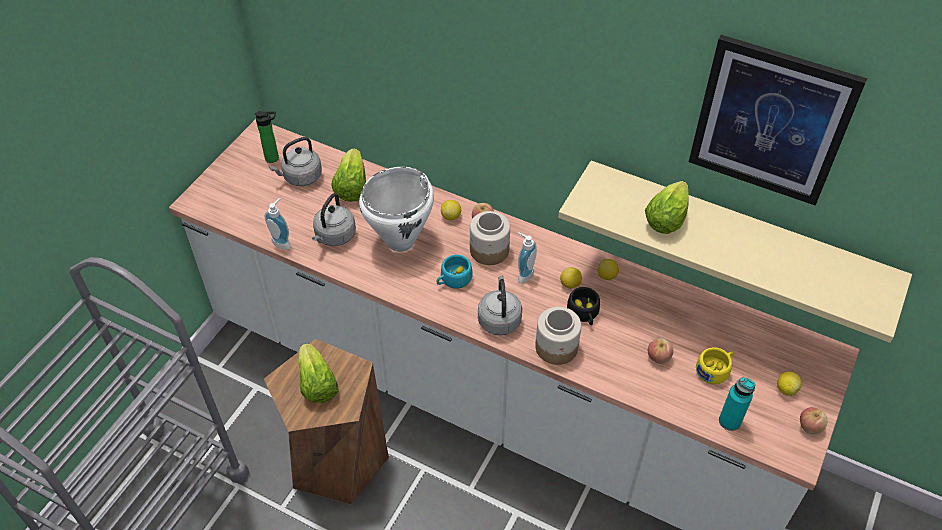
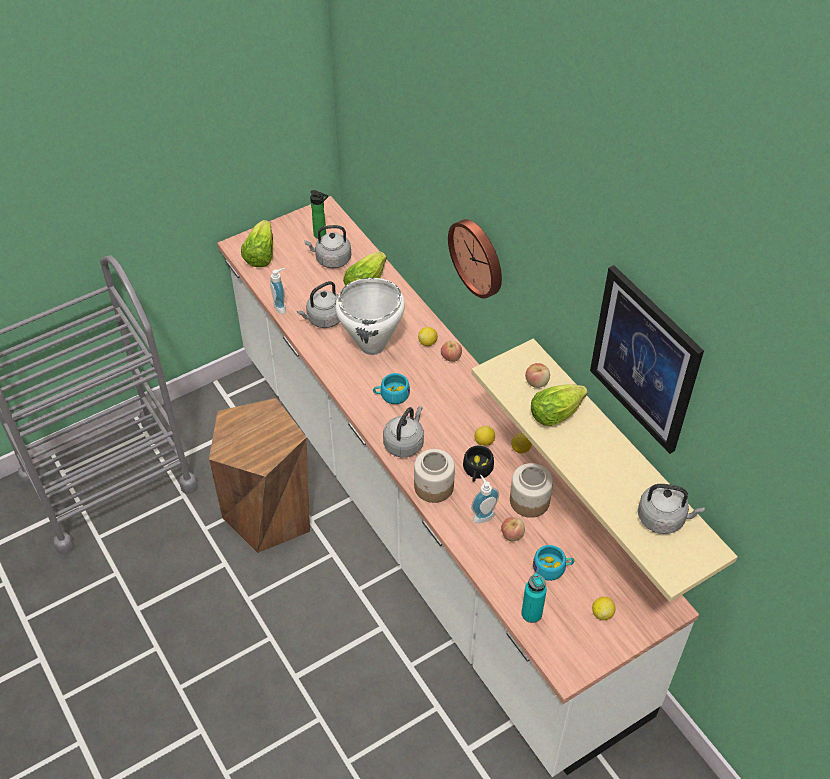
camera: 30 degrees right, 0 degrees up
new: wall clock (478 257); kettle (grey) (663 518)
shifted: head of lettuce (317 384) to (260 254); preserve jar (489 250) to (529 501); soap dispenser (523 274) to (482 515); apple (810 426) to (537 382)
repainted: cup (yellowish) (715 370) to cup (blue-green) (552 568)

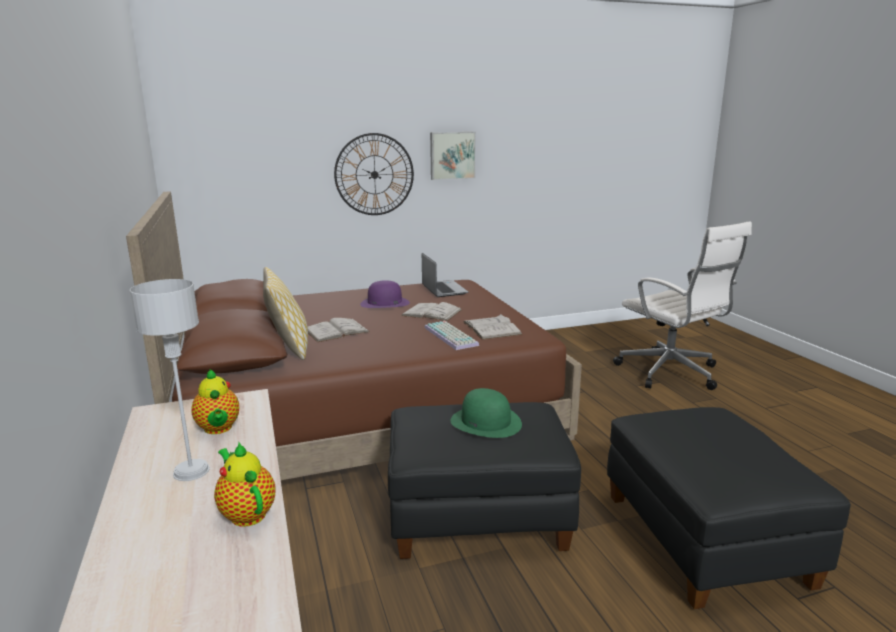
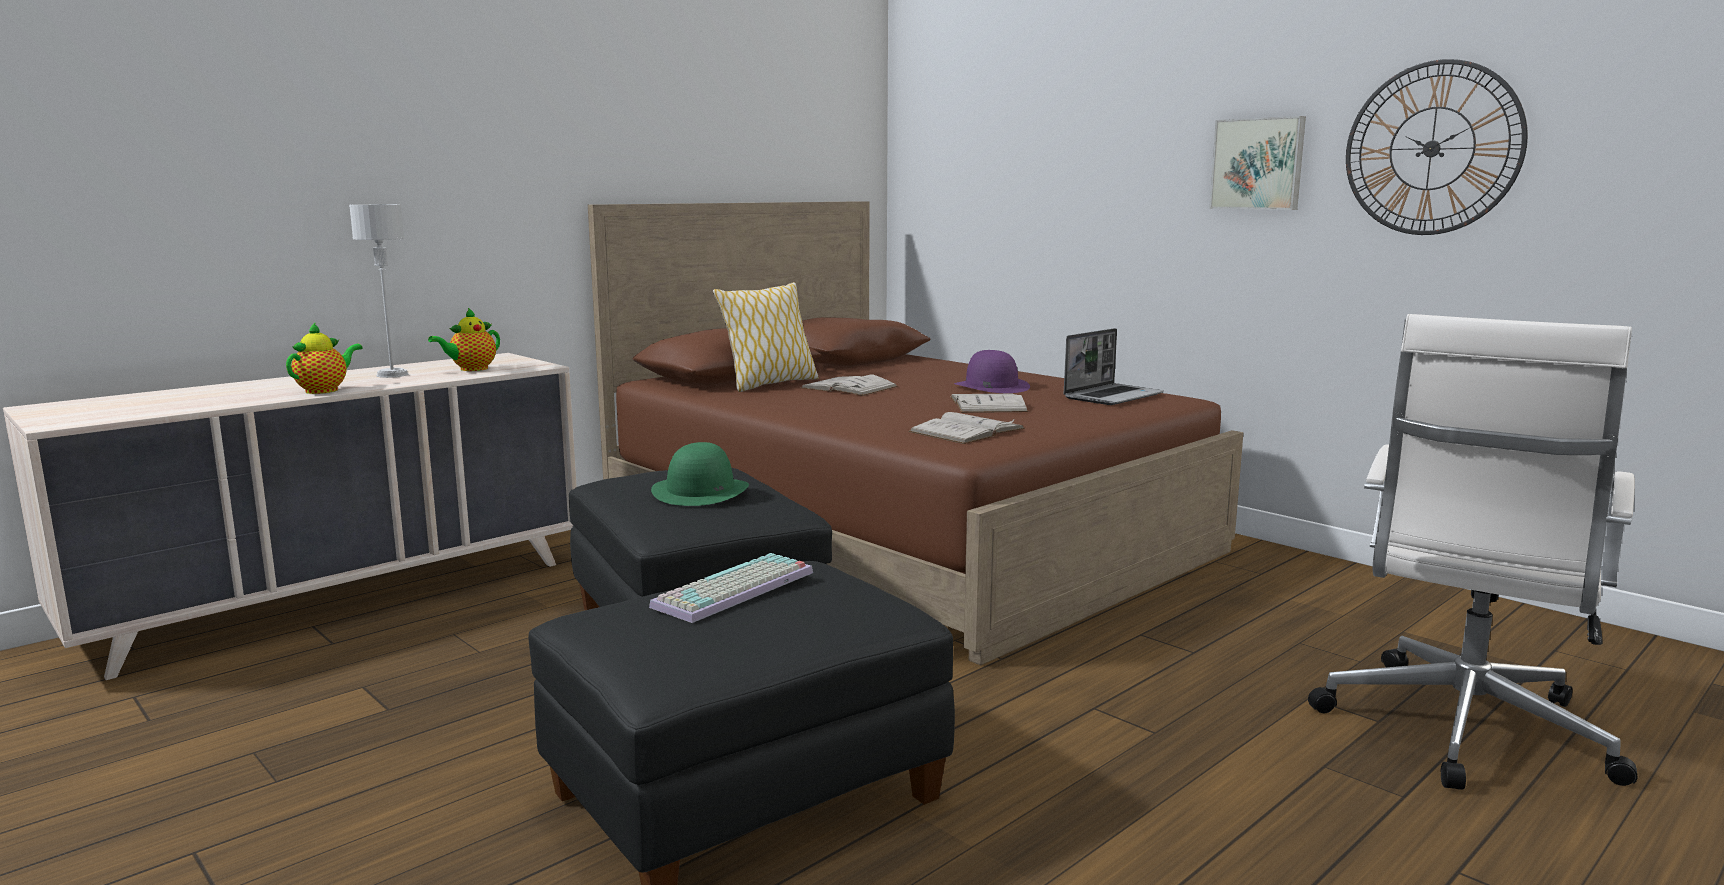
camera: 65 degrees right, 5 degrees down
shifted: wall clock (374 174) to (1431 148); computer keyboard (452 336) to (735 591)

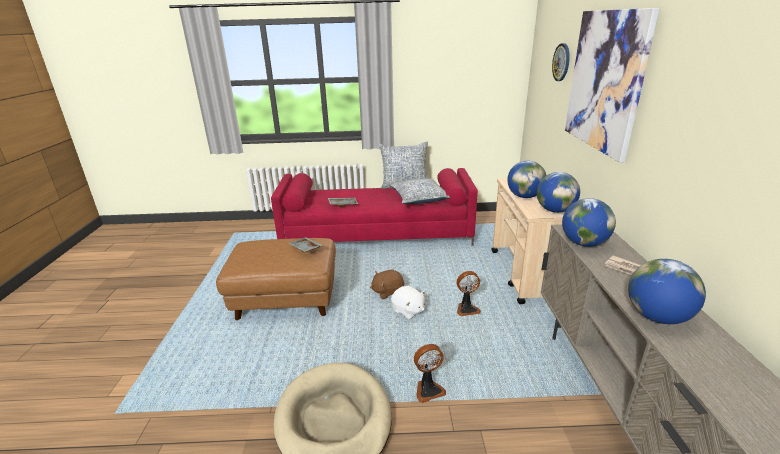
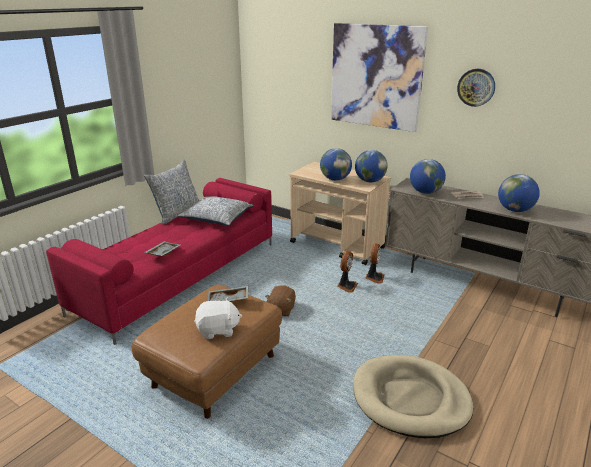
camera: 55 degrees left, 0 degrees up
shifted: cuddly toy (whitish) (408 311) to (218 330); fan (428 389) to (374 278); wall clock (561 62) to (476 87)

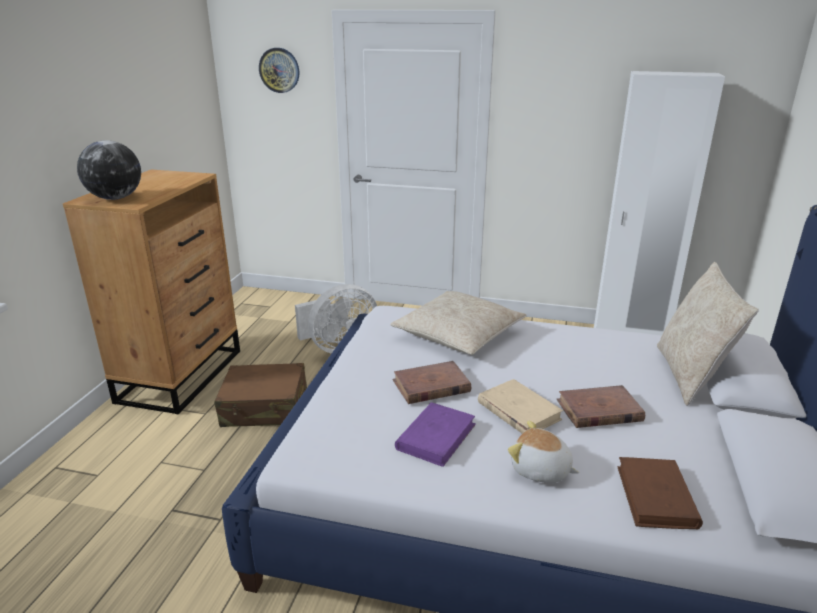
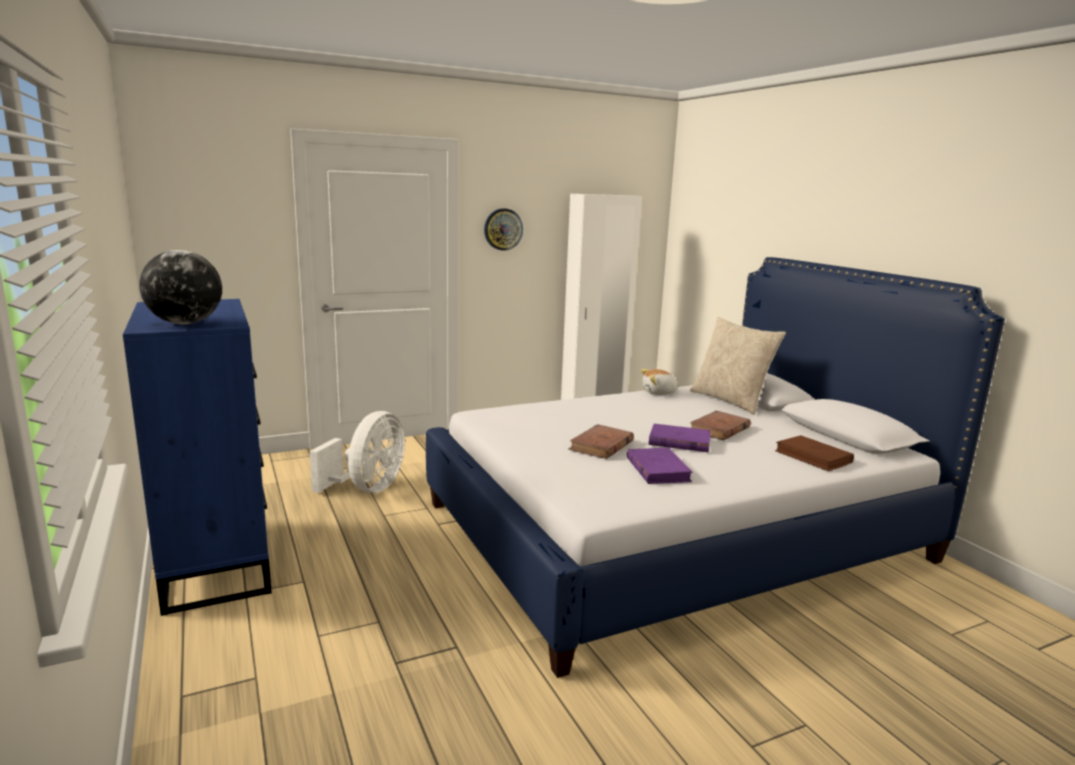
camera: 40 degrees left, 10 degrees down
gone: suitcase (brown) (265 408); pillow (beige) (458 334)
shifted: wall clock (279 70) to (503 229); cuddly toy (540 470) to (659 393)
repainted: chest of drawers (brown) (181 375) to chest of drawers (bluish) (216 561); bound book (beige) (518 411) to bound book (purple-coloured) (679 442)

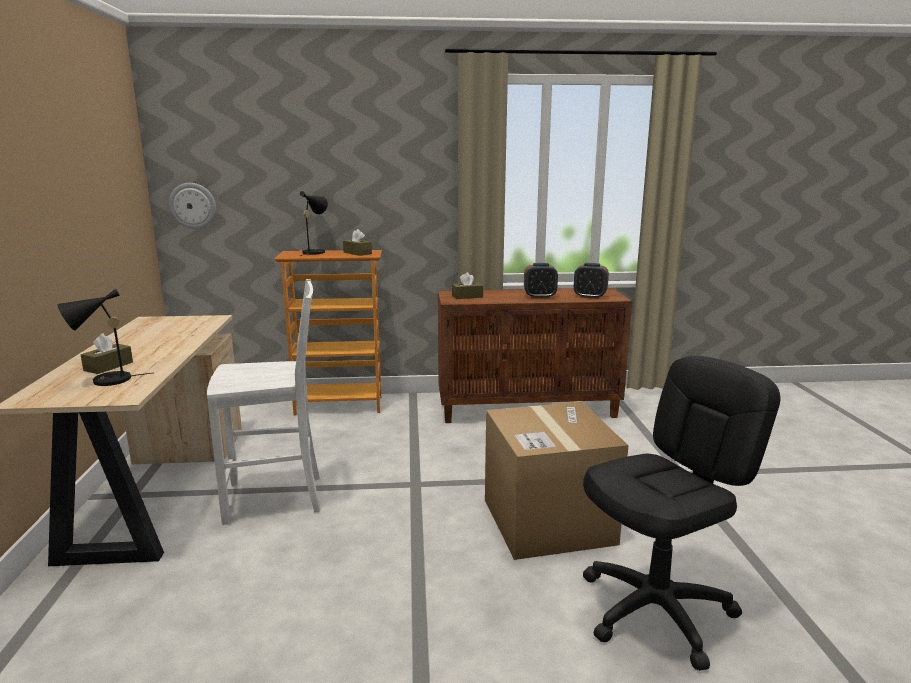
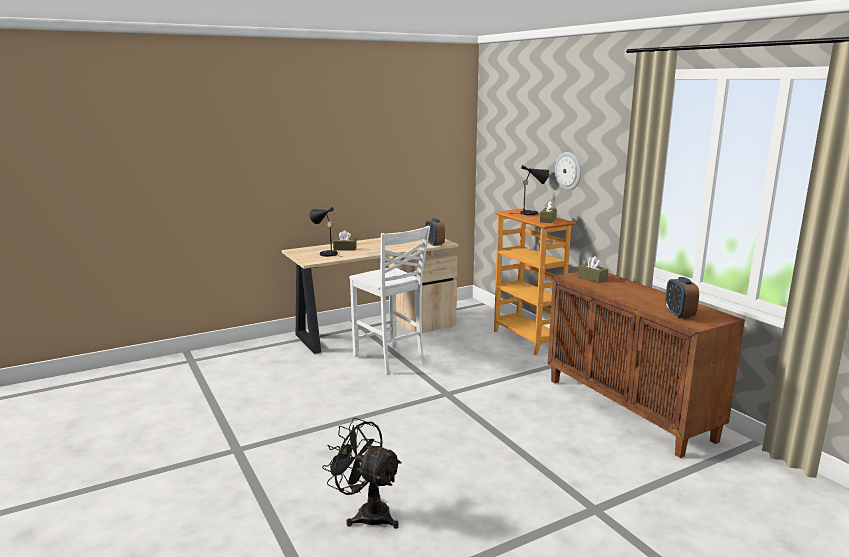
camera: 65 degrees right, 0 degrees up
gone: carton (548 521)
shifted: wall clock (193 206) to (568 171); alarm clock (540 296) to (434 244)
swapped: desk chair (blackish) (657 610) to fan (blackish) (366 513)

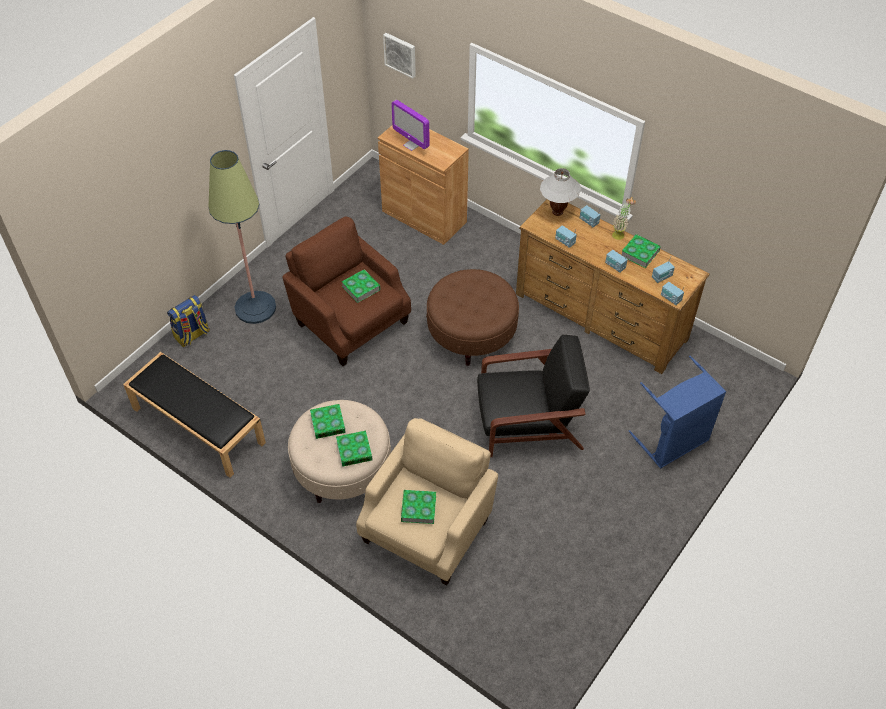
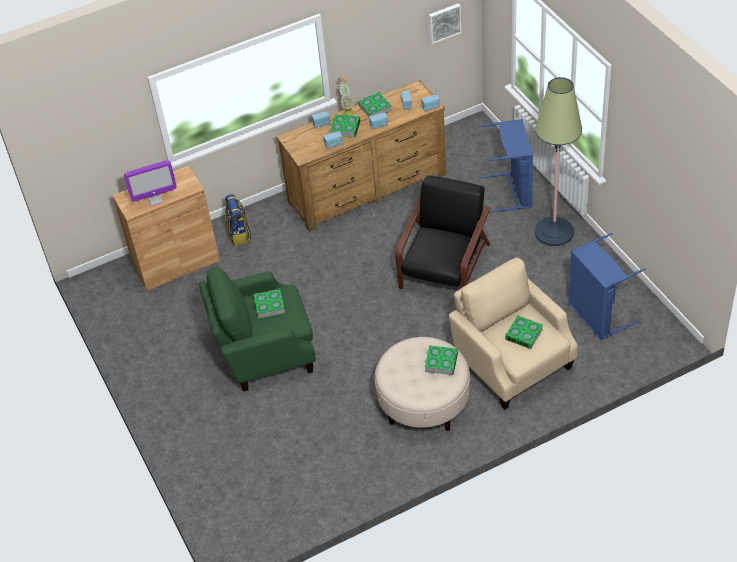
camera: 60 degrees left, 5 degrees down
gone: bench (blackish) (197 425); pouffe (brown) (472 334); lamp for a table (whitish) (557 212)
new: laundry basket (bluish) (597 315)
shifted: knapsack (192 335) to (239 234); floor lamp (255 307) to (554 232); bound book (328 423) to (345 128); wall picture (400 54) to (444 22)
repainted: easy chair (brown) (350 321) to easy chair (green) (264 352)

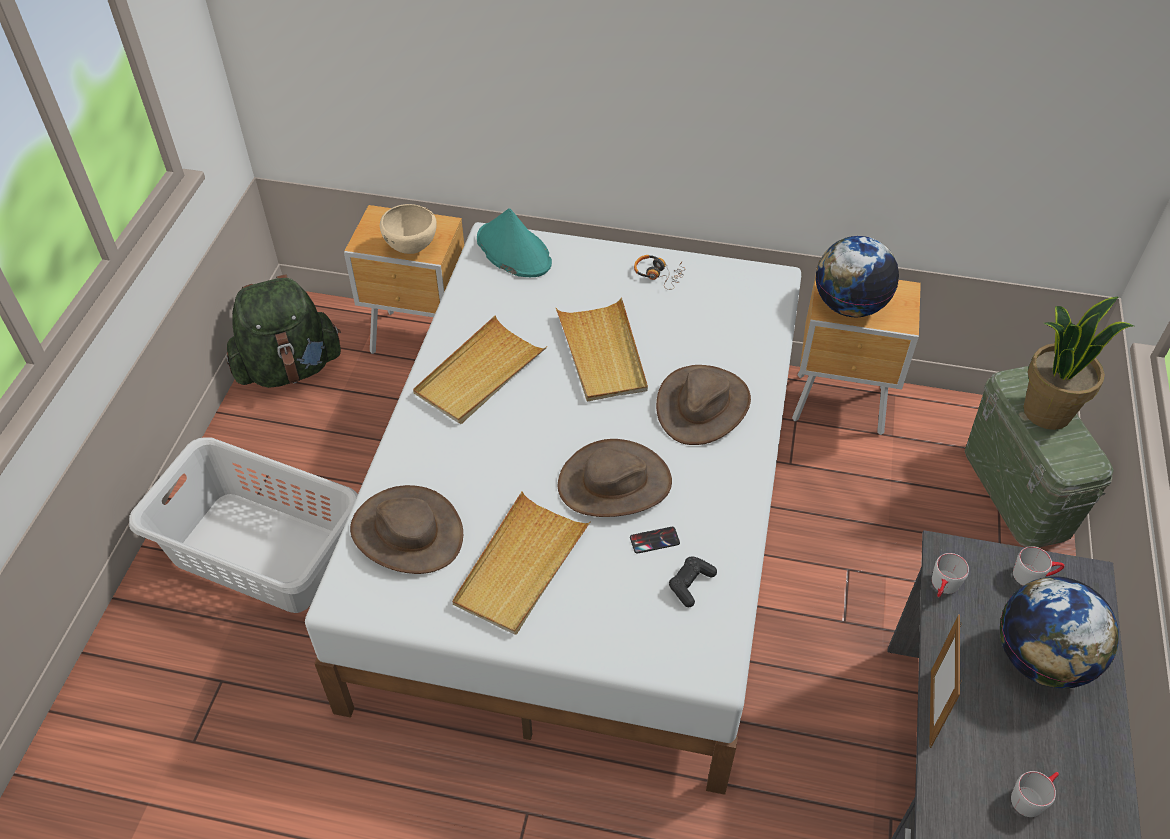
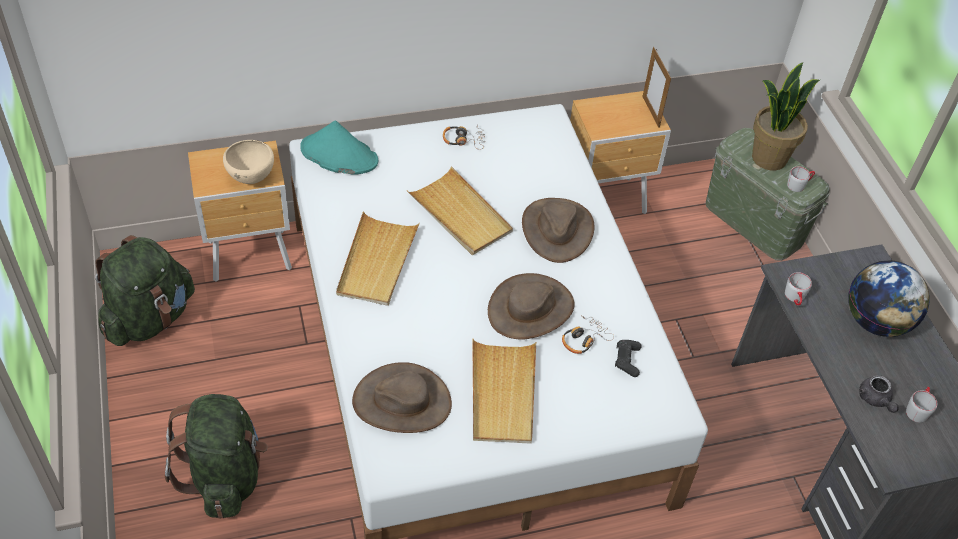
camera: 30 degrees left, 0 degrees up
gone: globe (849 305)
new: pot for tea (grey) (875 400)
shifted: photo frame (931 708) to (650 112); tea mug (grey) (1034 575) to (799 184)
swapped: laundry basket (grey) (261 550) to knapsack (green) (225 476); telephone (654 540) to headphones (584 339)

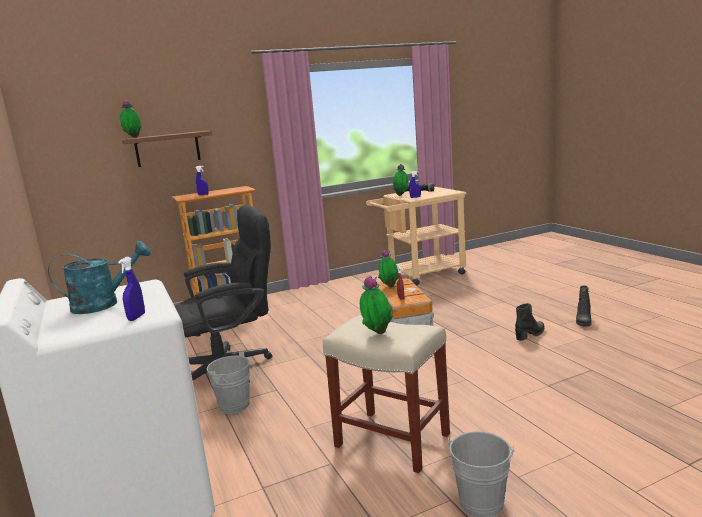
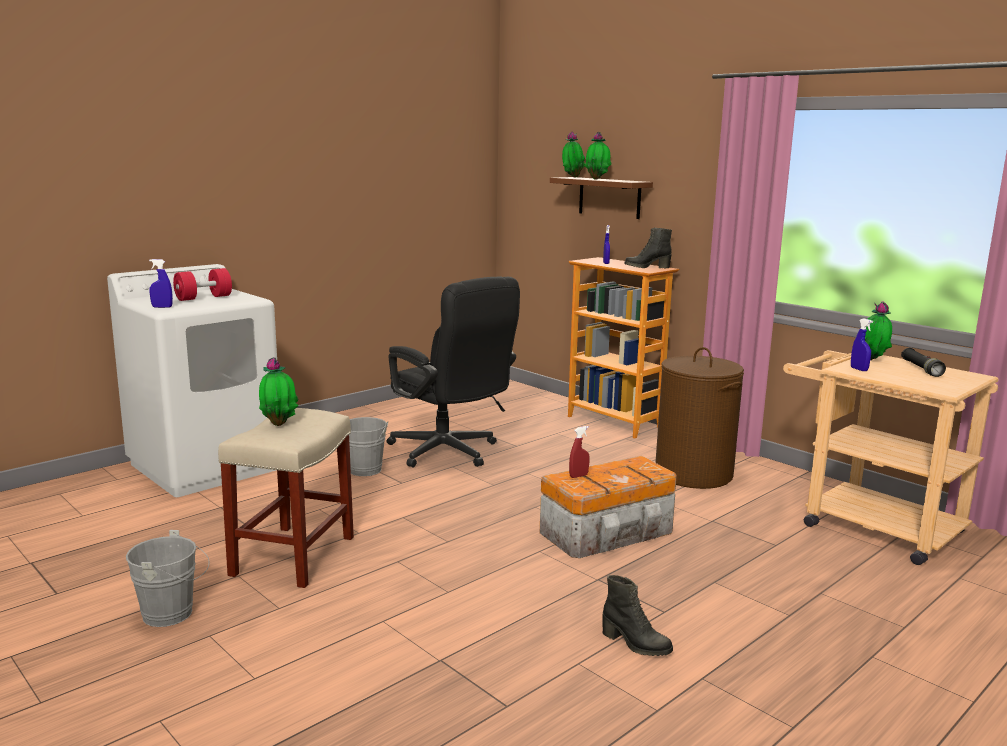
camera: 70 degrees right, 0 degrees up
new: laundry basket (brown) (693 474)
shifted: plant in a pot (389 286) to (597 179); high-top boot (blackish) (583 321) to (647 267)
swapped: watering pot (blue-green) (104 304) to dumbbell (red-coloured) (204 298)

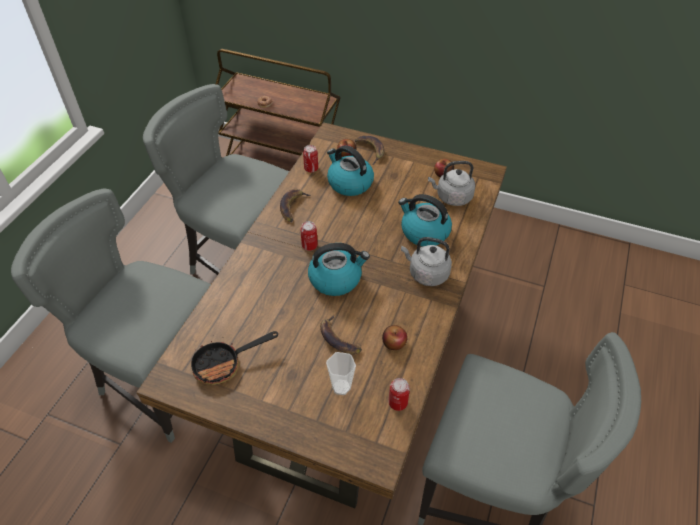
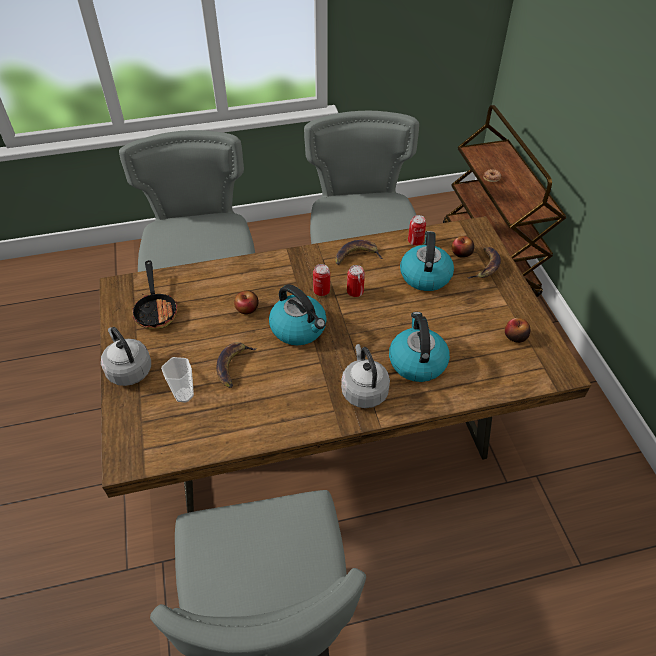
camera: 55 degrees right, 0 degrees up
shifted: apple (394 343) to (247 309); metal can (398 403) to (355 292); kettle (grey) (452 197) to (128 369)
rotated: skillet (224 364) = (156 309) 135 degrees counterclockwise

